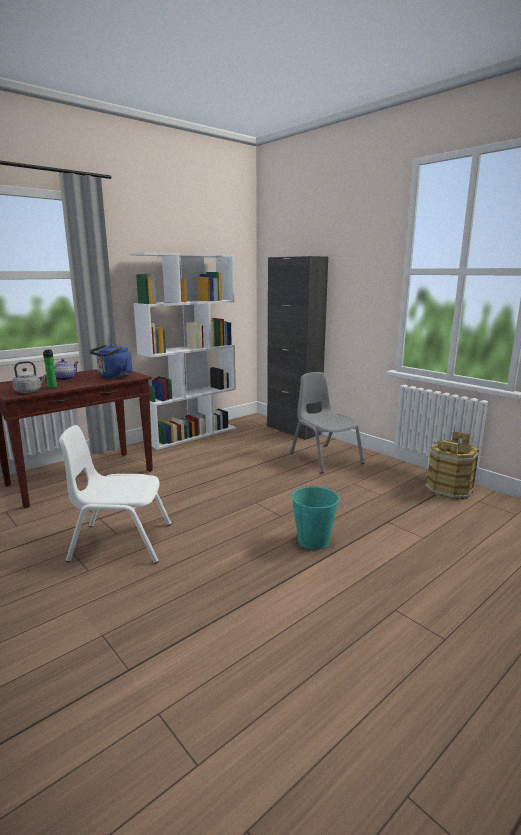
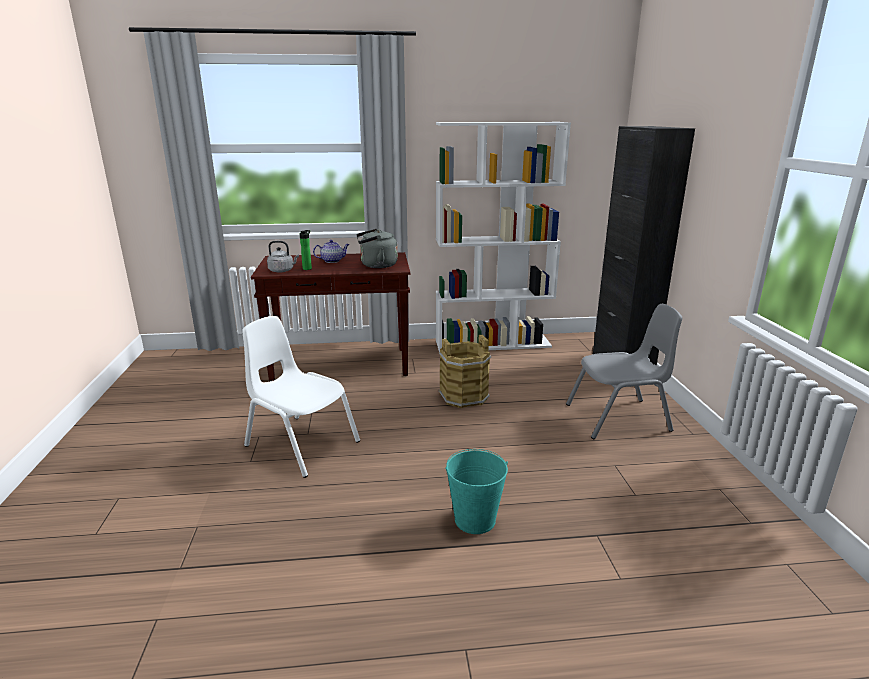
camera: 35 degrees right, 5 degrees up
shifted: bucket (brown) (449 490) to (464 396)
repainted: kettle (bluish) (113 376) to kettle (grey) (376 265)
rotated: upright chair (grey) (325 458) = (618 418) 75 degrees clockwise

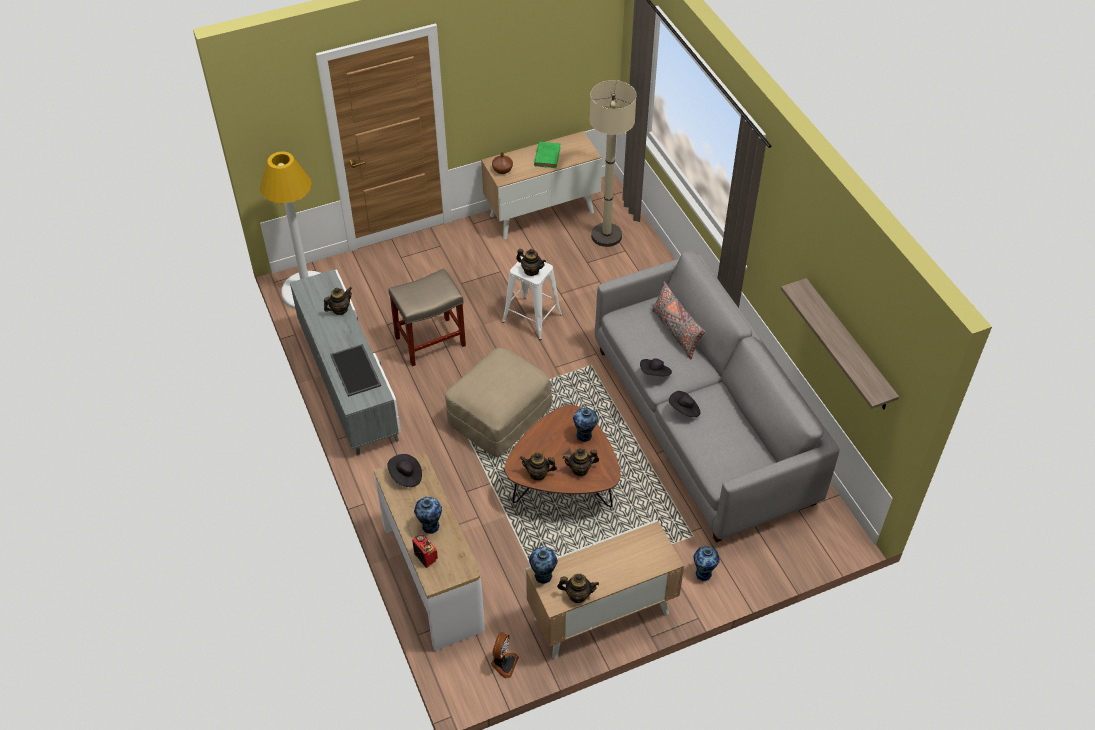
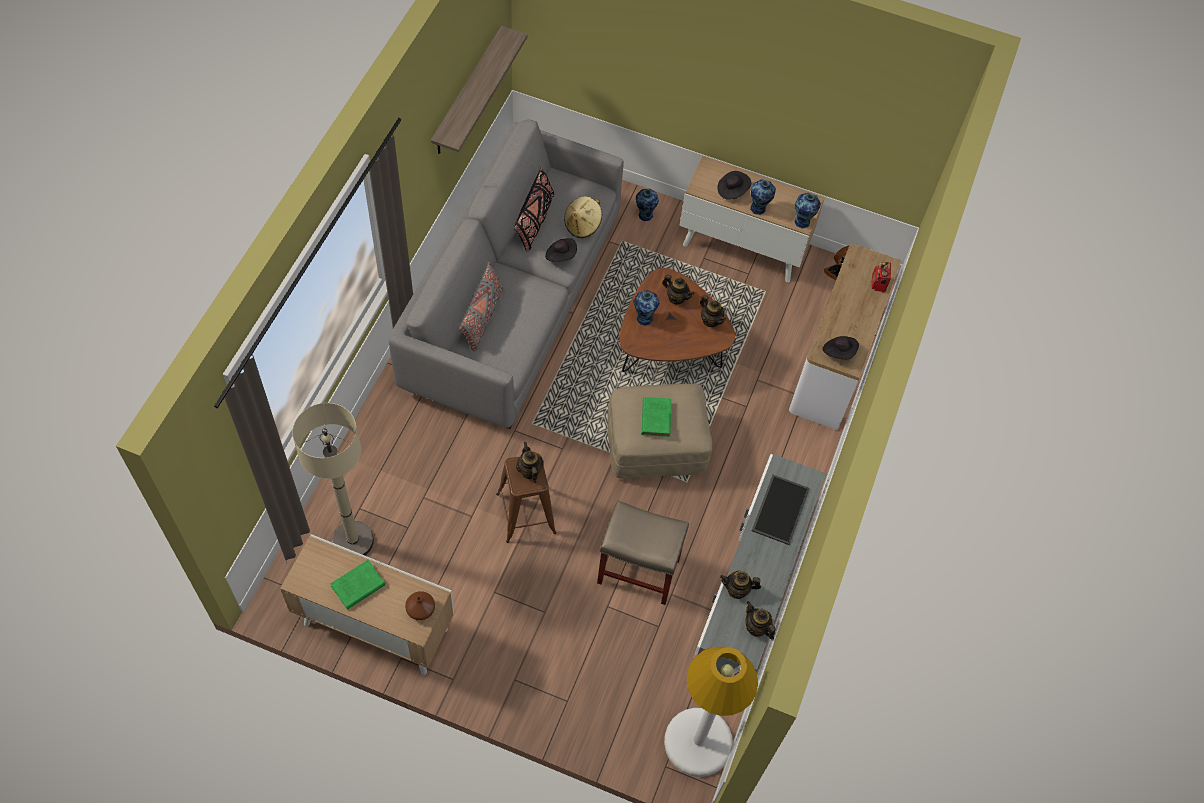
camera: 140 degrees left, 10 degrees up
new: pillow (blackish) (534 221); hat (beige) (582 225); bound book (green) (656 417)
shifted: vase (430 527) to (758 208); pot for tea (577 595) to (756 627); hat (blackish) (655 373) to (732 190)
repainted: stool (whitish) (532 318) to stool (brown) (526 513)

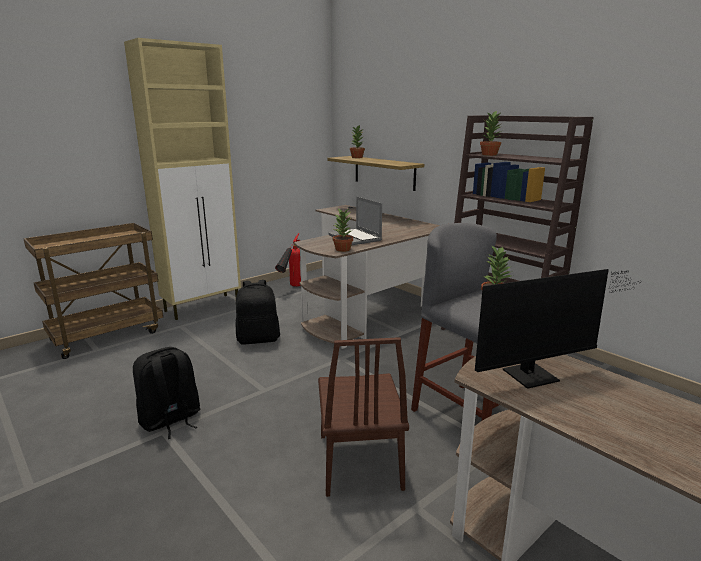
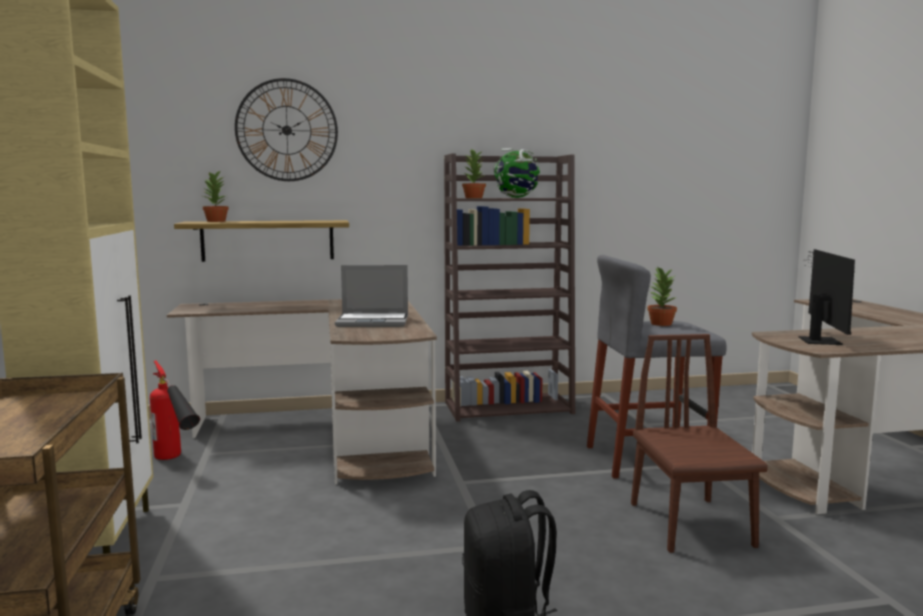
camera: 60 degrees left, 10 degrees down
gone: knapsack (blackish) (258 339); plant in a pot (343 249)
new: wall clock (287 130); globe (516 197)
rotated: upright chair (brown) (359 460) = (690 524) 120 degrees counterclockwise

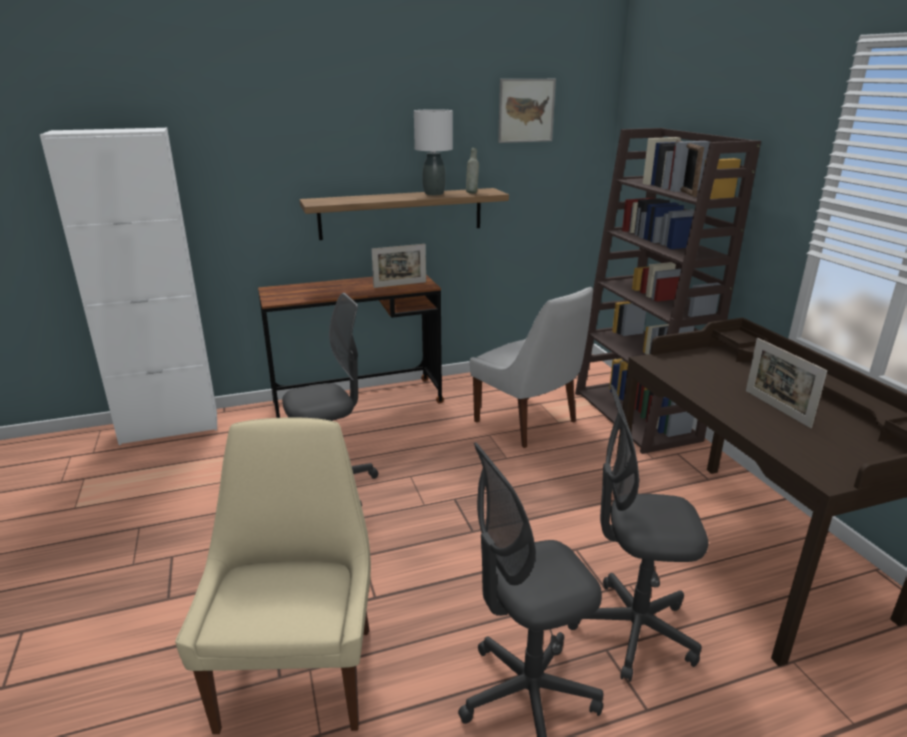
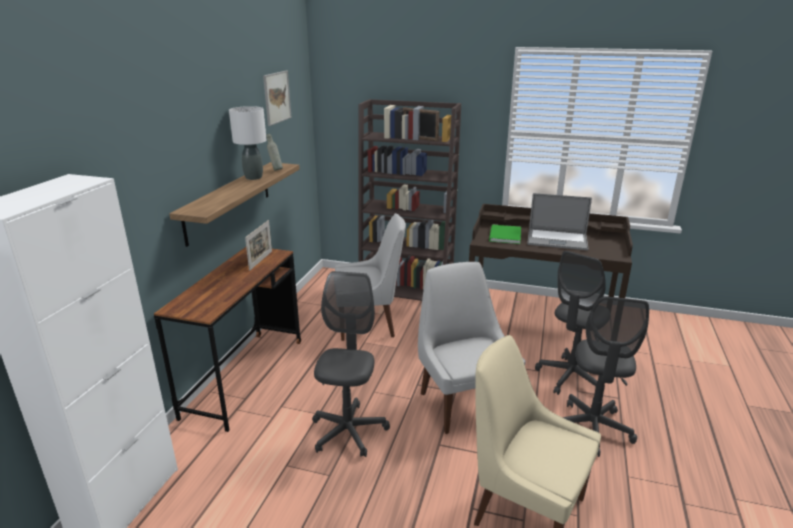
camera: 55 degrees left, 0 degrees up
new: upright chair (whitish) (463 402); bound book (green) (504 236)
swapped: photo frame (776 408) to notebook computer (557 240)

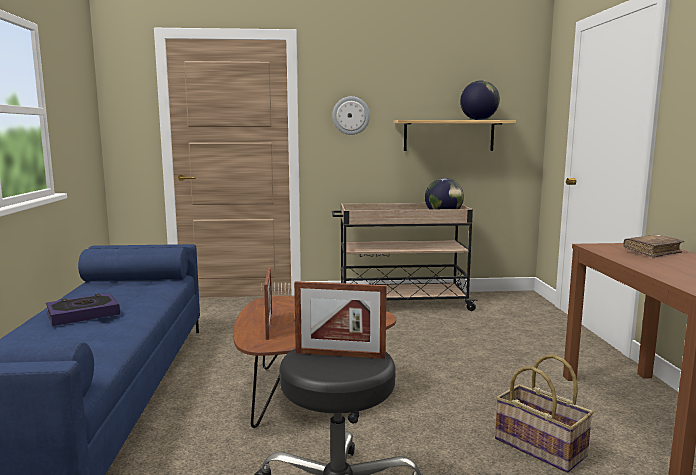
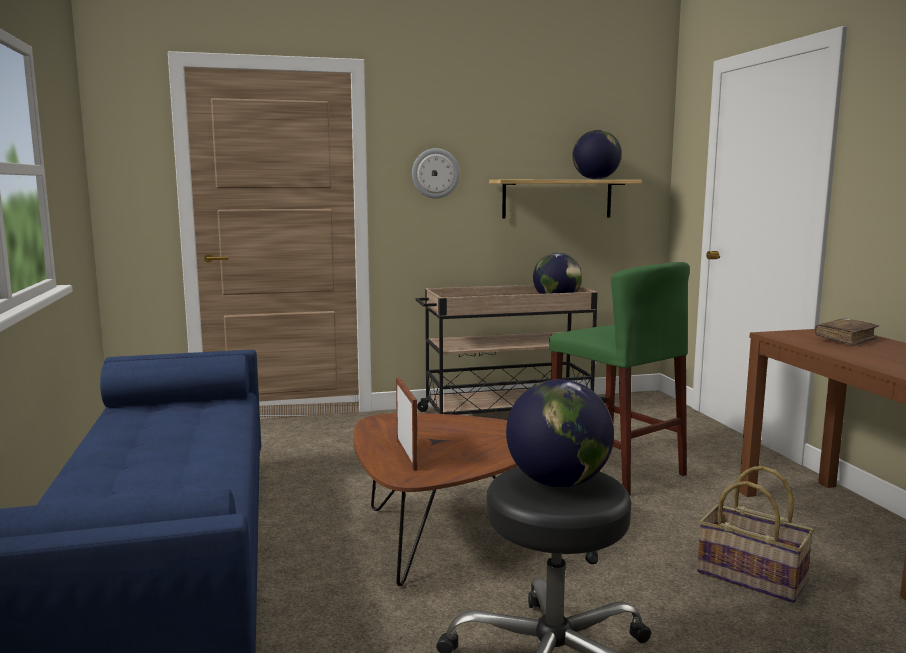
camera: 10 degrees left, 0 degrees up
gone: bound book (83 314)
new: stool (green) (616 469)
swapped: photo frame (340 355) to globe (558 482)

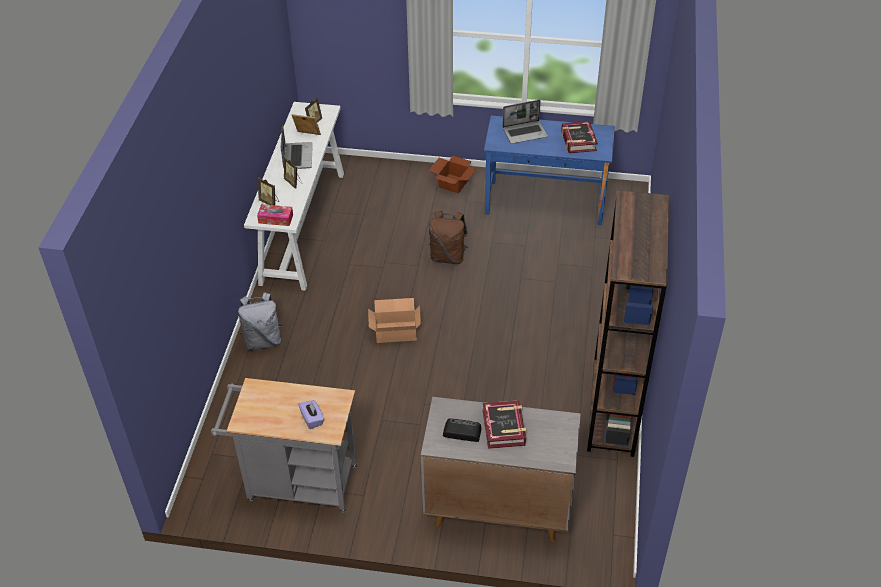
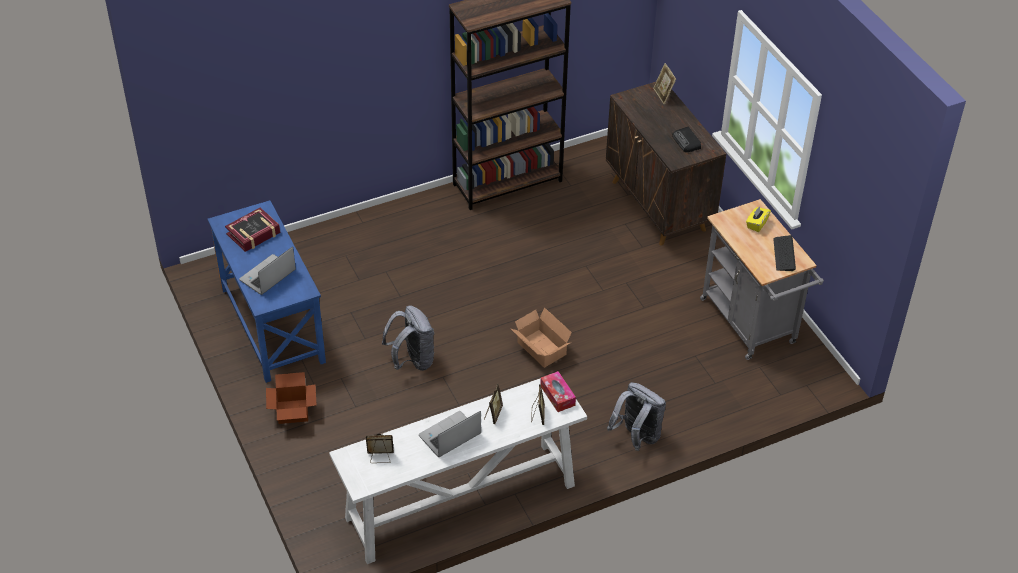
camera: 125 degrees left, 0 degrees up
gone: bound book (504 428)
new: computer keyboard (784 254)
shifted: photo frame (307 135) to (663 95)
repainted: tissue holder (purple-coloured) (312 419) to tissue holder (yellowish) (756 224); storage cabinet (grey) (497 508) to storage cabinet (brown) (659 206); knapsack (brown) (448 256) to knapsack (grey) (412 360)
rotated: notebook computer (525 132) = (267 276) 90 degrees counterclockwise

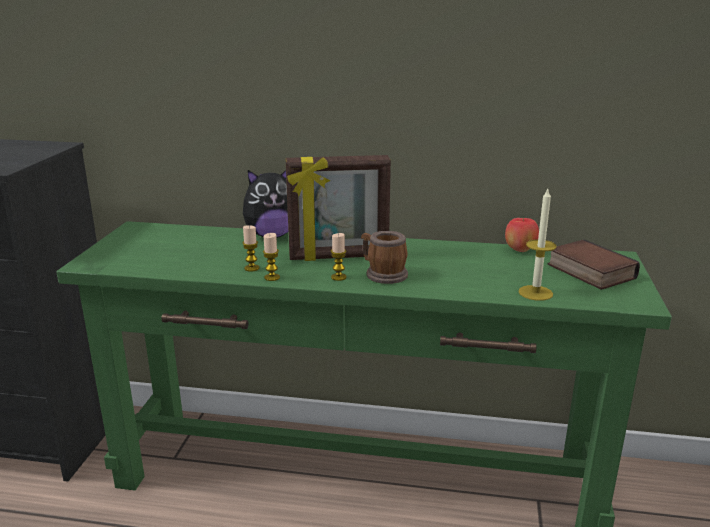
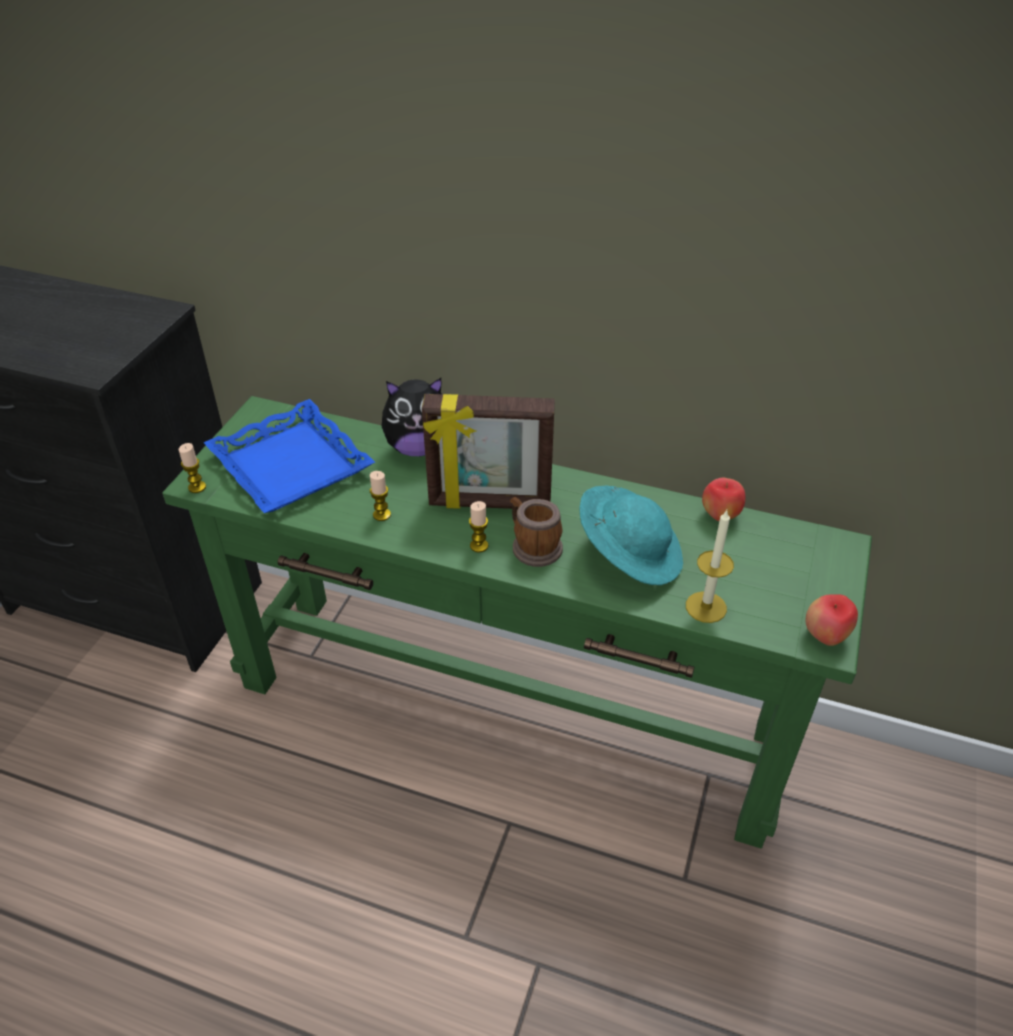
camera: 10 degrees right, 20 degrees up
gone: bound book (588 271)
new: tray (bluish) (289 466); hat (blue-green) (628 554); apple (825 636)
shifted: wax candle (272 277) to (197 487)

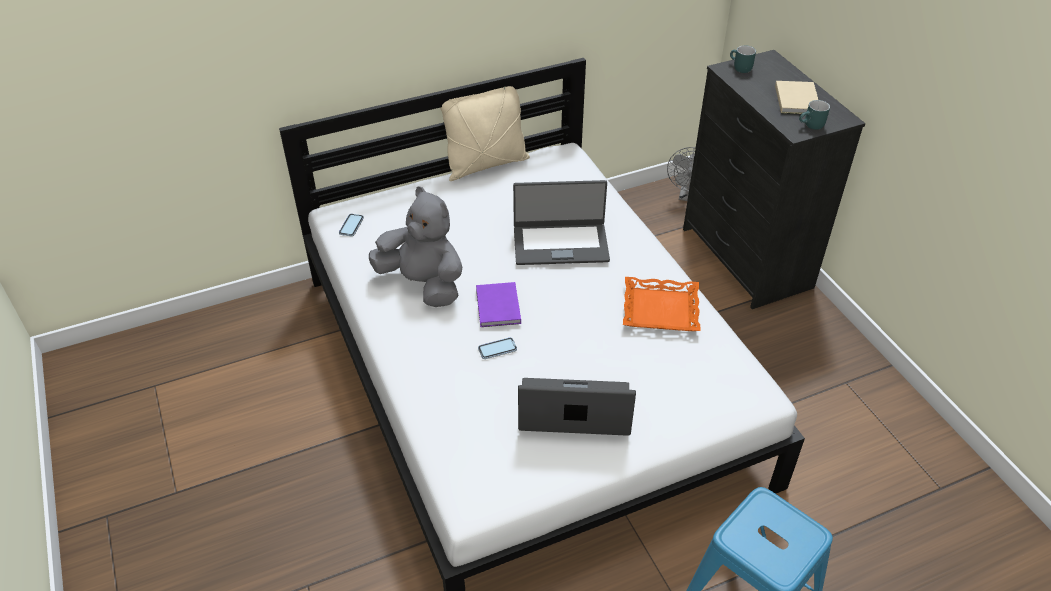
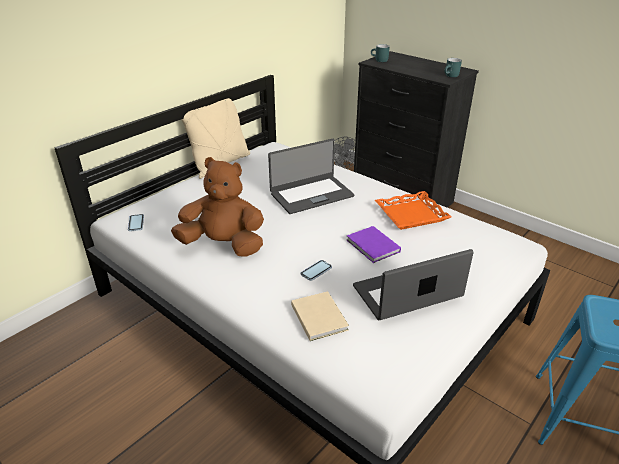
camera: 25 degrees left, 10 degrees down
shifted: bound book (purple-coloured) (497 307) to (373 247); bound book (beige) (797 99) to (319 316)
repainted: cuddly toy (grey) (423 283) to cuddly toy (brown) (223 245)

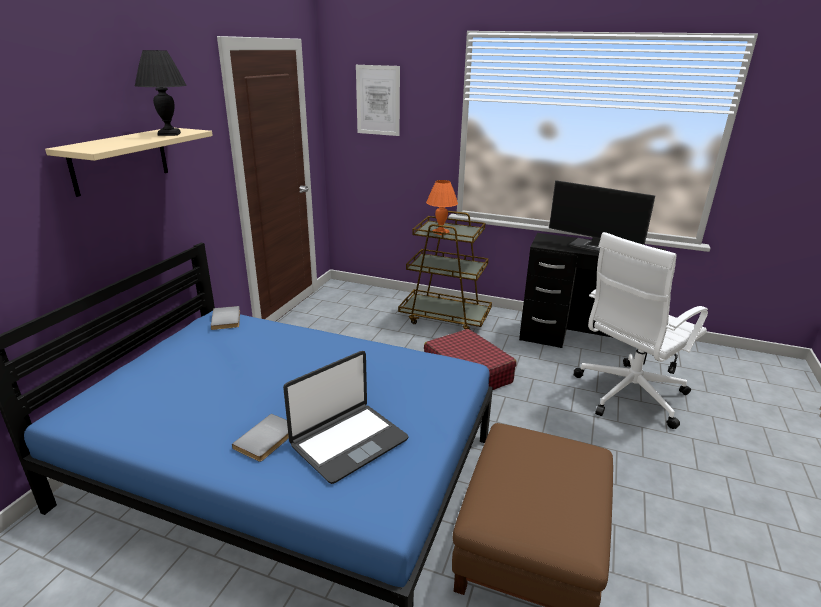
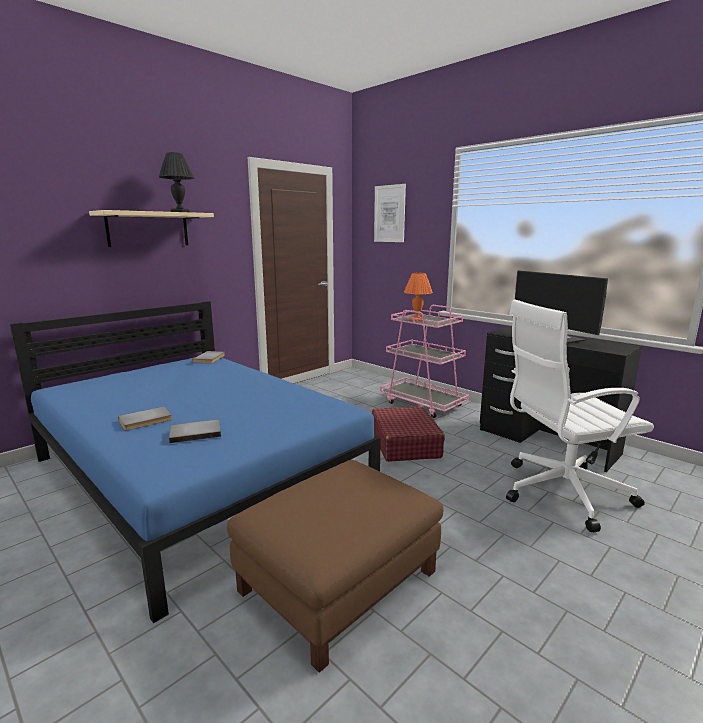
camera: 25 degrees right, 10 degrees down
swapped: notebook computer (348 442) to bound book (grey) (195 432)
repainted: wheeled cart (brown) (445 318) to wheeled cart (pink-coloured) (423 404)

